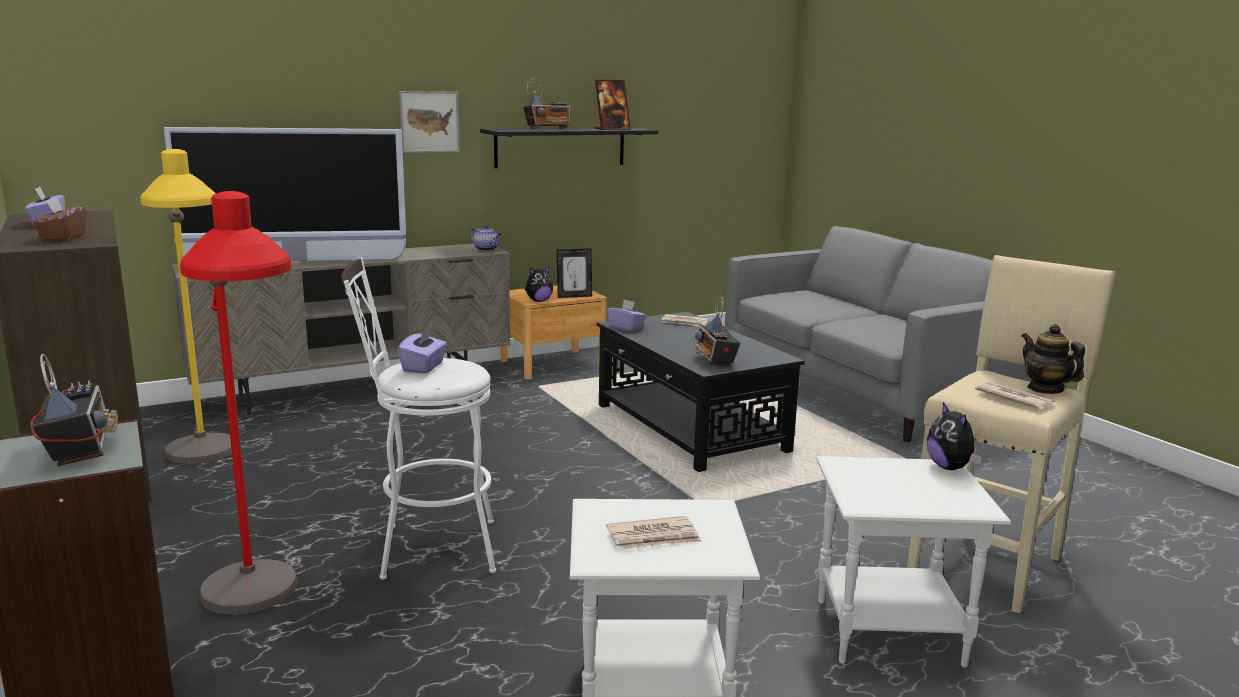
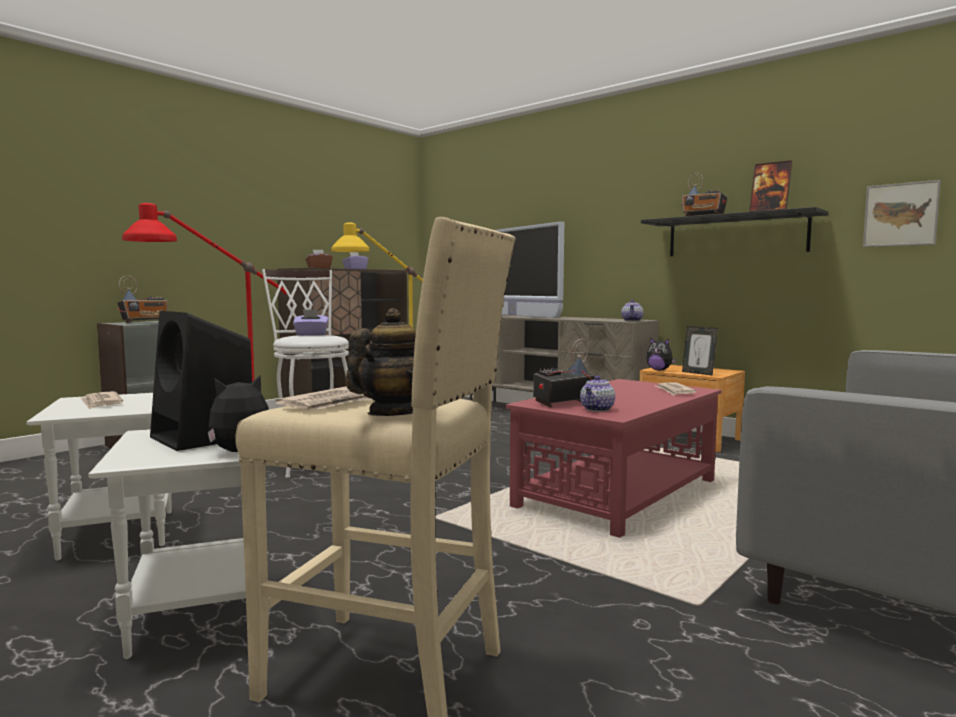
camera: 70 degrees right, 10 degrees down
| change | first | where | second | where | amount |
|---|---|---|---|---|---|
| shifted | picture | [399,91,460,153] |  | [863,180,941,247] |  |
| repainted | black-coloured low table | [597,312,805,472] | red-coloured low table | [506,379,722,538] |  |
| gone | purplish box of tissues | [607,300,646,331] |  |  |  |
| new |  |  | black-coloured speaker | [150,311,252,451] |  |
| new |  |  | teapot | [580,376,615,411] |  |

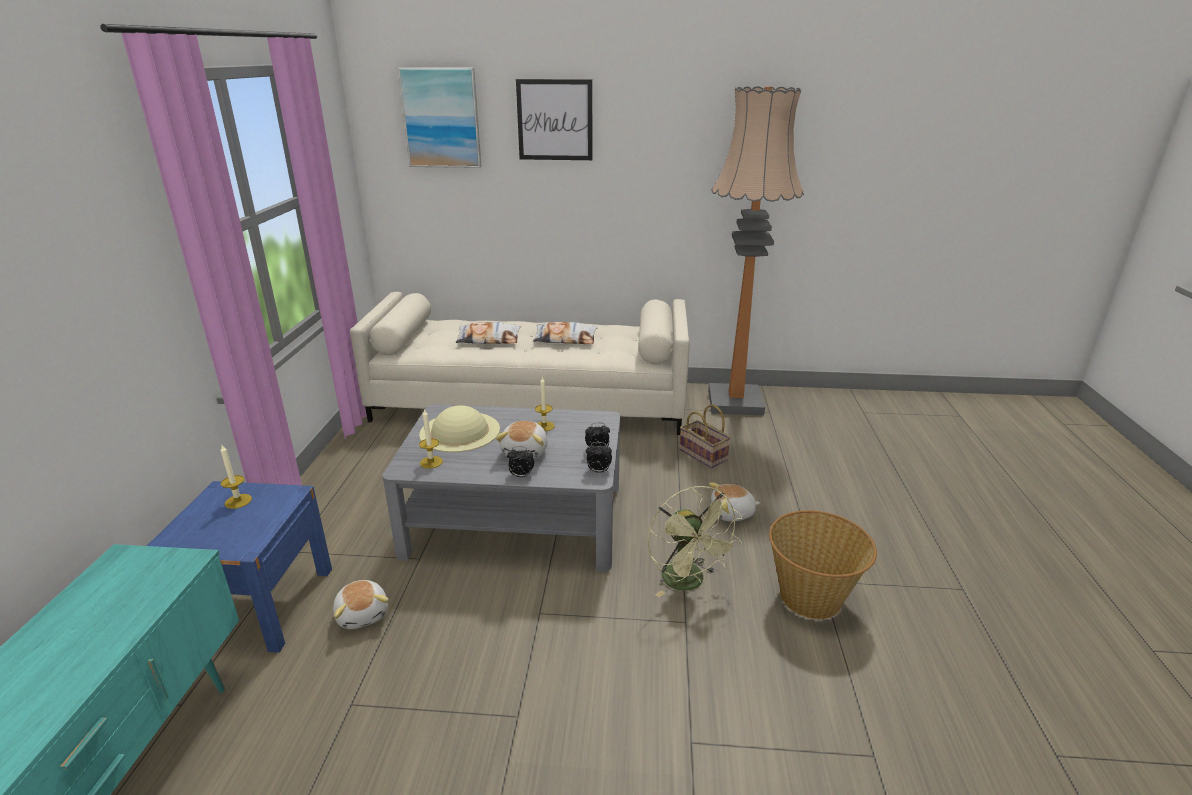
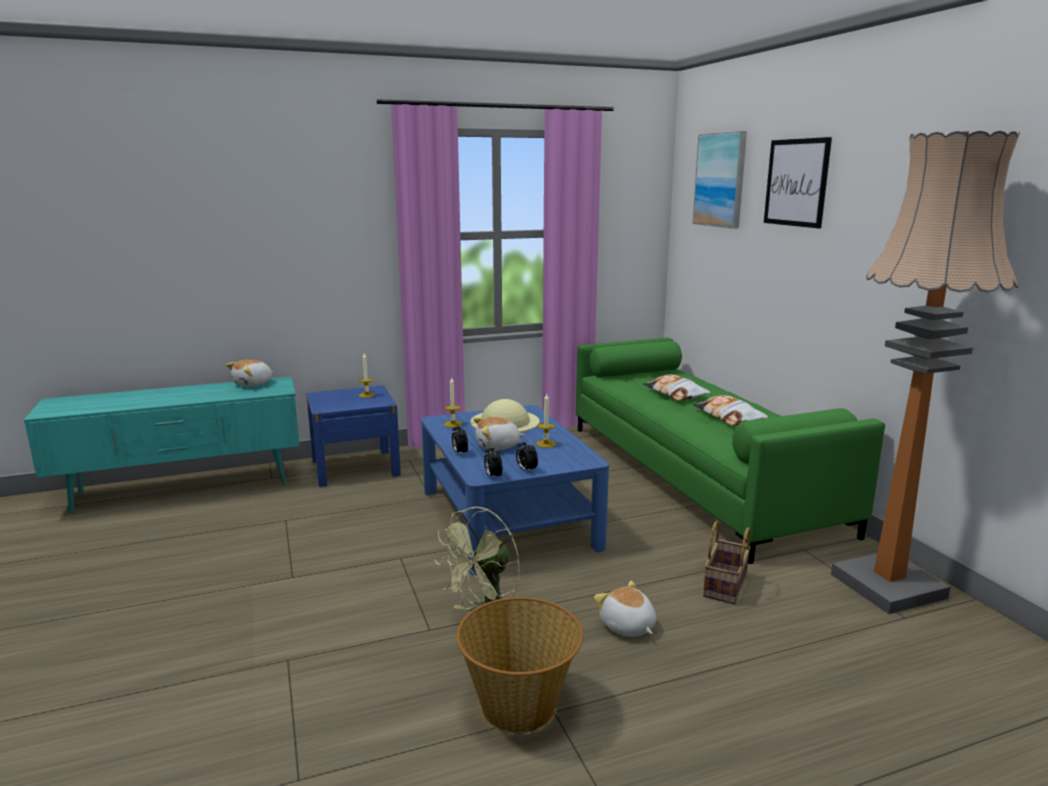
camera: 65 degrees right, 10 degrees down
| change | first | where | second | where | amount |
|---|---|---|---|---|---|
| shifted | soft toy | [333,580,389,629] |  | [226,359,274,387] |  |
| repainted | sand-coloured settee | [350,292,690,435] | green-coloured settee | [576,337,885,564] |  |
| repainted | grey low table | [382,404,620,572] | bluish low table | [421,405,609,575] |  |

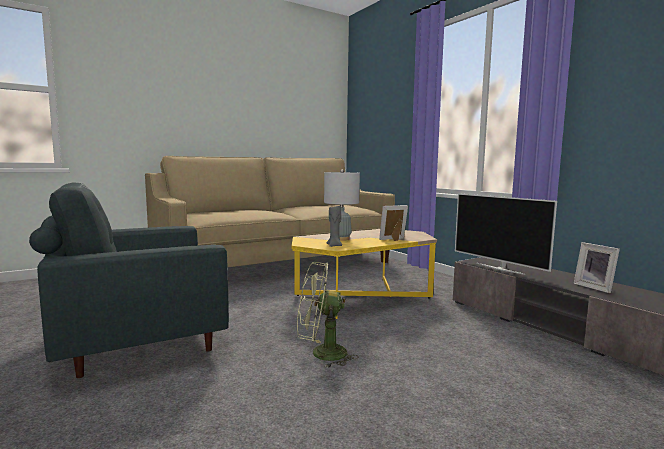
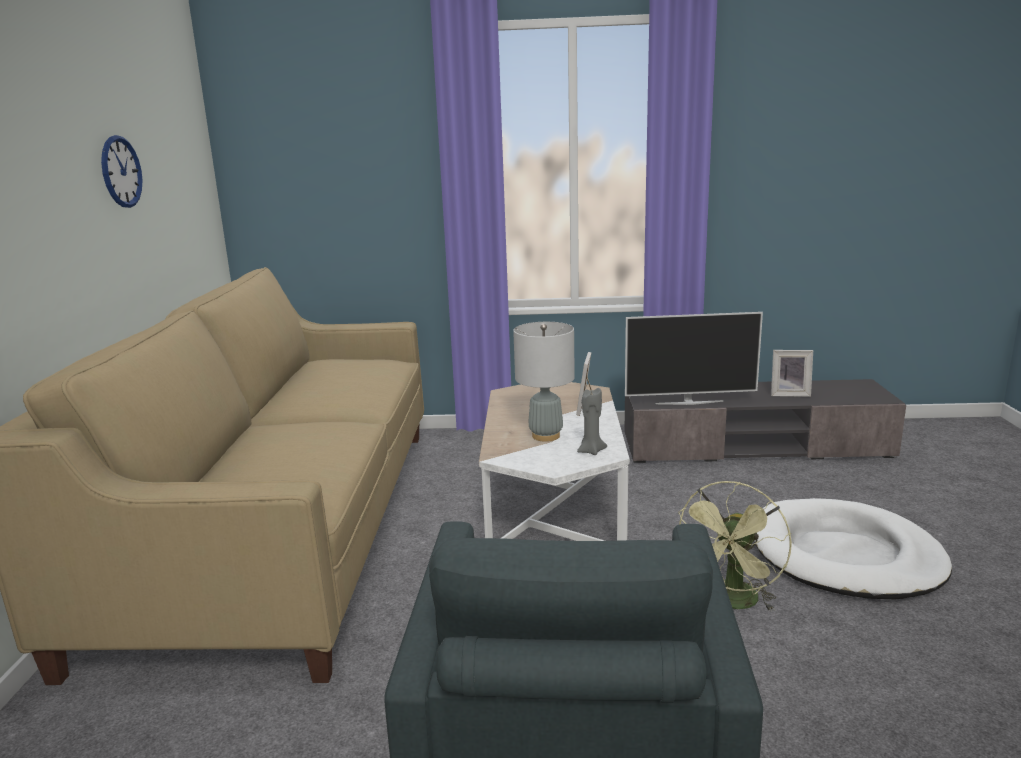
camera: 55 degrees left, 10 degrees up
| change | first | where | second | where | amount |
|---|---|---|---|---|---|
| repainted | yellowish low table | [291,229,437,319] | white-coloured low table | [479,382,630,541] |  |
| new |  |  | clock on the wall | [101,135,142,208] |  |
| new |  |  | white-coloured dog bed | [754,498,952,599] |  |

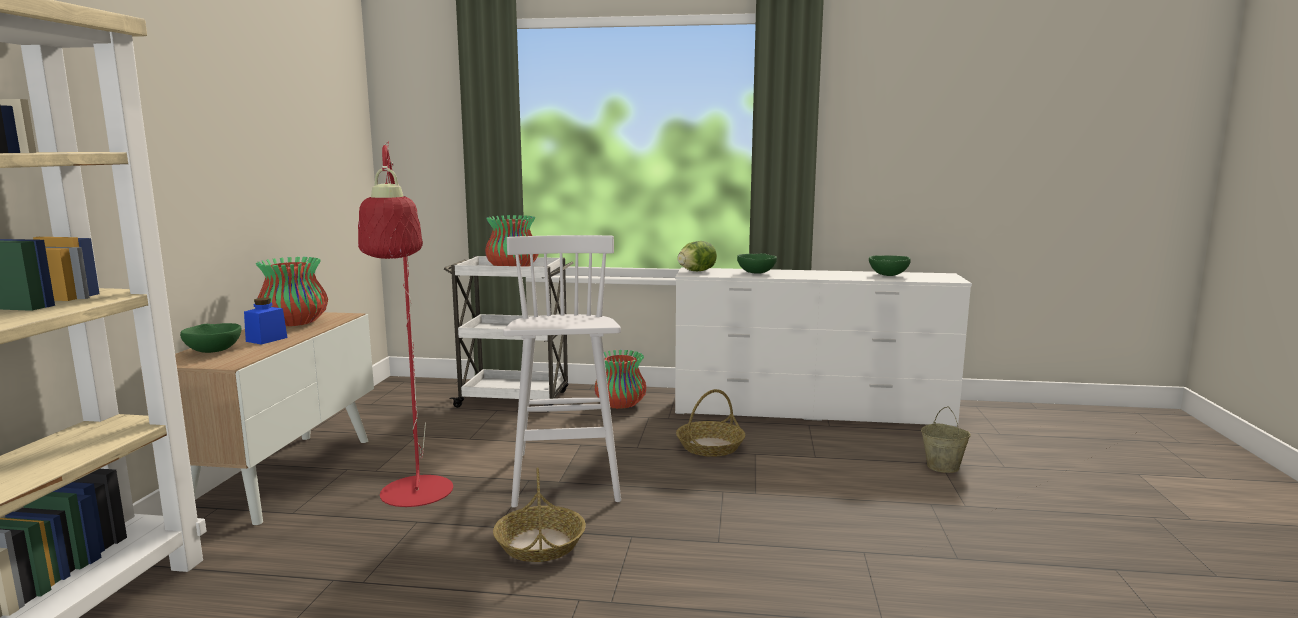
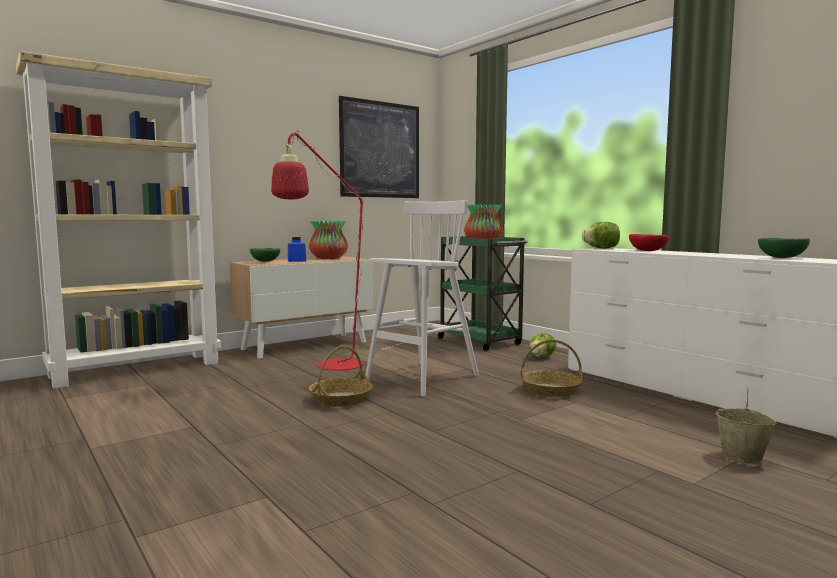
camera: 45 degrees right, 5 degrees down
| change | first | where | second | where | amount |
|---|---|---|---|---|---|
| repainted | white-coloured wheeled cart | [444,256,574,408] | green-coloured wheeled cart | [438,236,527,351] |  |
| swapped | vase | [595,350,646,409] | lettuce head | [529,333,556,358] |  |
| repainted | green-coloured deep dish | [737,253,777,274] | red-coloured deep dish | [629,234,669,251] |  |
| new |  |  | picture | [339,96,419,198] |  |

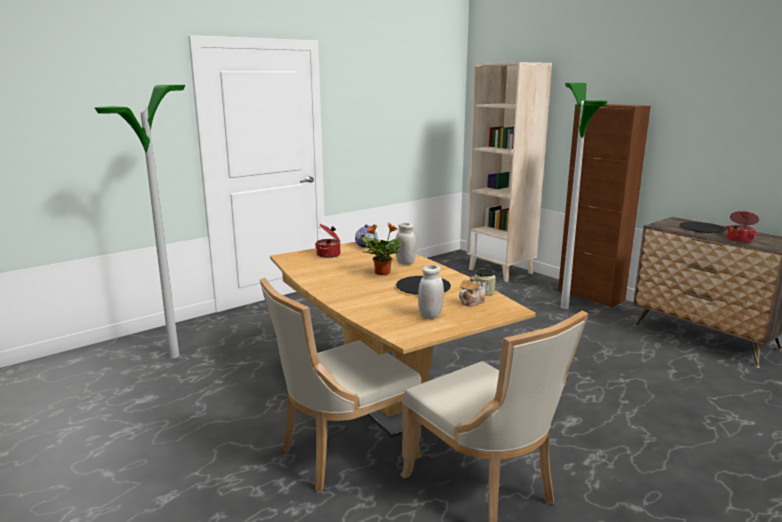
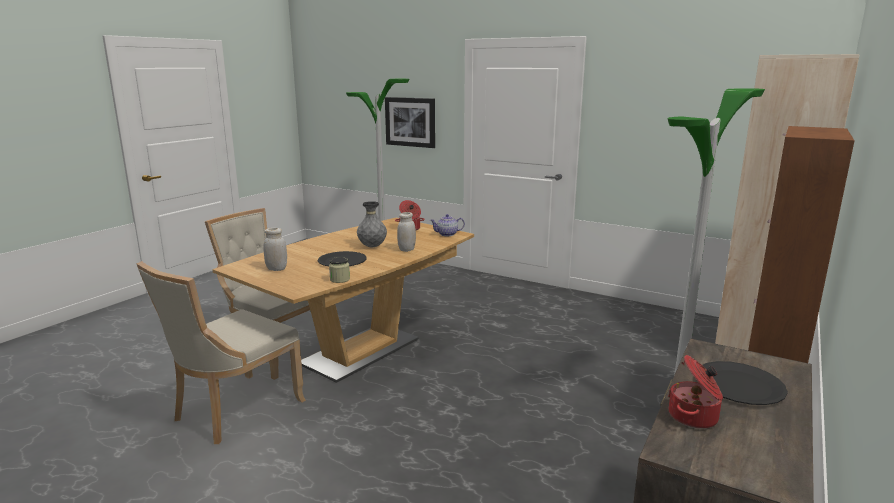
camera: 70 degrees right, 0 degrees up
| change | first | where | second | where | amount |
|---|---|---|---|---|---|
| swapped | potted plant | [362,223,404,275] | grey vase | [357,201,387,248] |  |
| gone | teapot | [459,276,486,307] |  |  |  |
| new |  |  | picture | [385,97,435,148] |  |

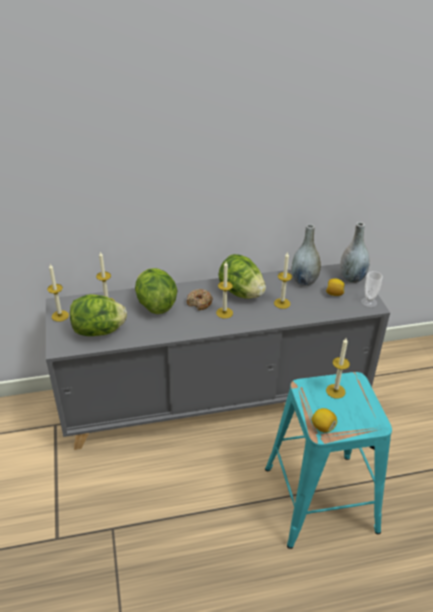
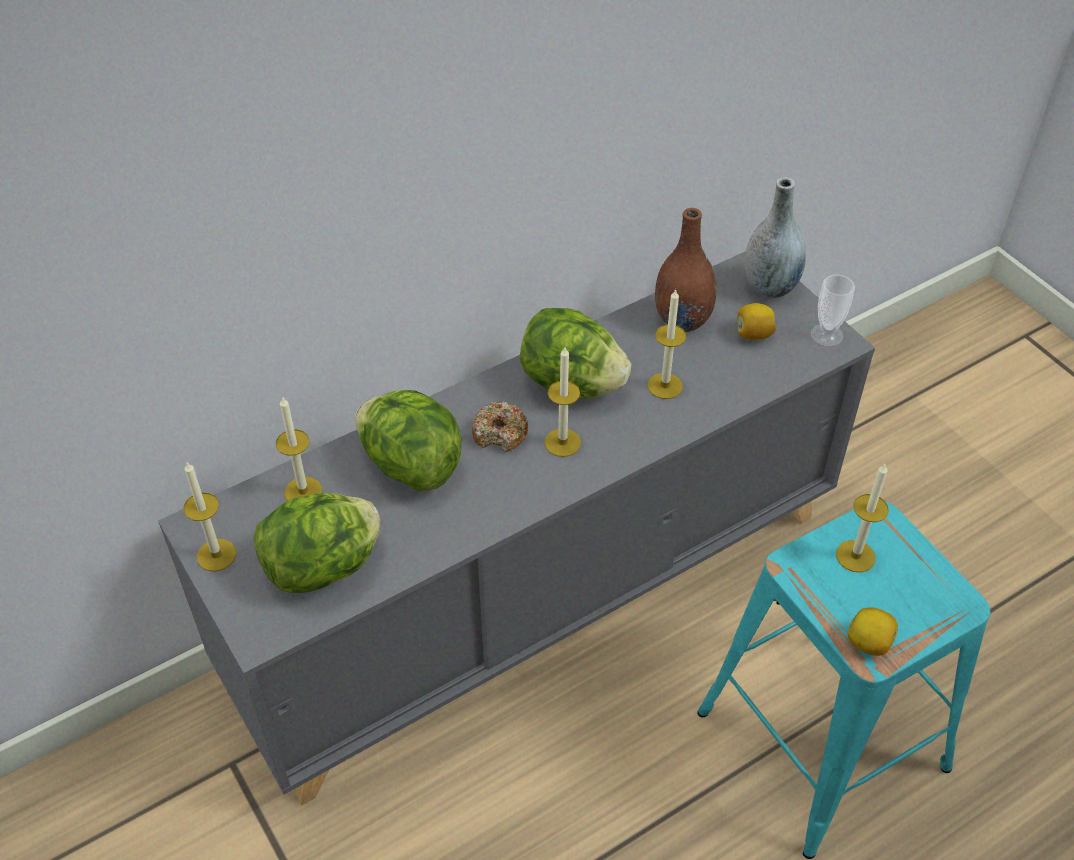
camera: 20 degrees left, 10 degrees up
| change | first | where | second | where | amount |
|---|---|---|---|---|---|
| repainted | grey vase | [292,224,321,286] | brown-coloured vase | [655,208,717,332] |  |

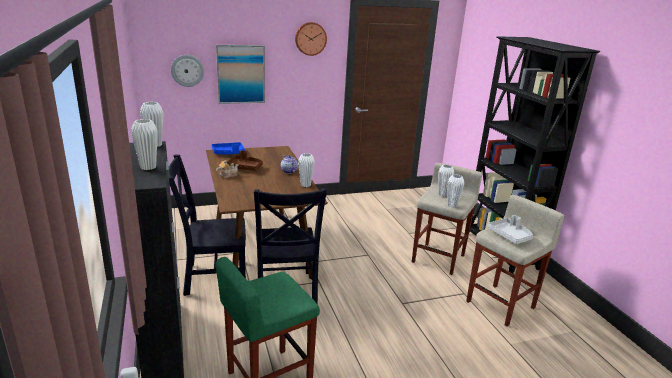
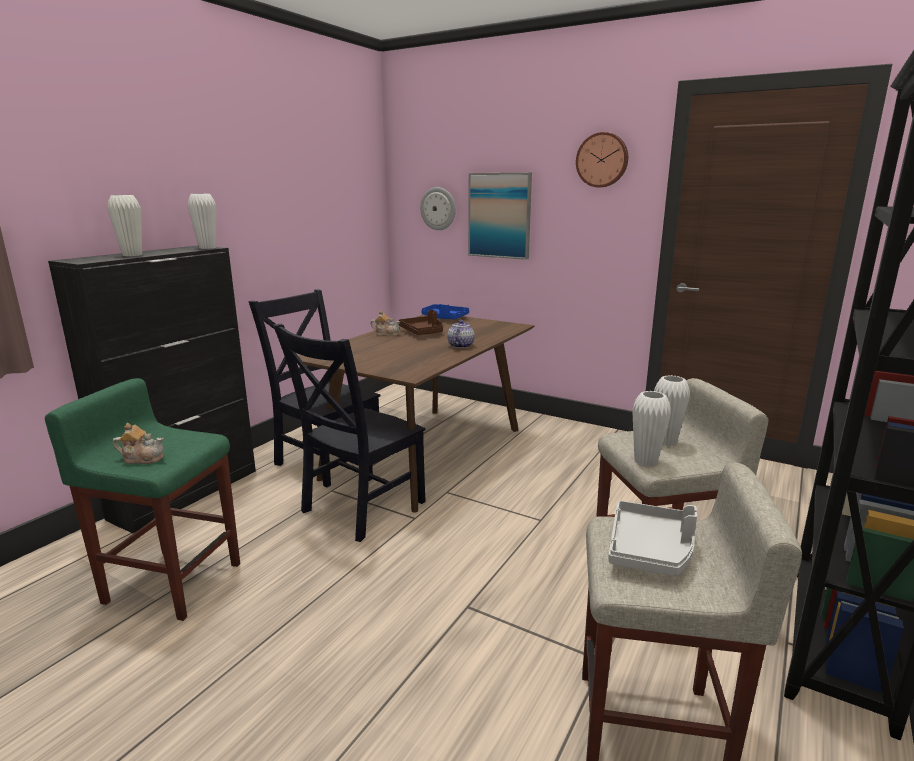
camera: 50 degrees right, 5 degrees down
| change | first | where | second | where | amount |
|---|---|---|---|---|---|
| gone | white-coloured vase | [298,153,315,187] |  |  |  |
| new |  |  | teapot | [113,423,163,464] |  |

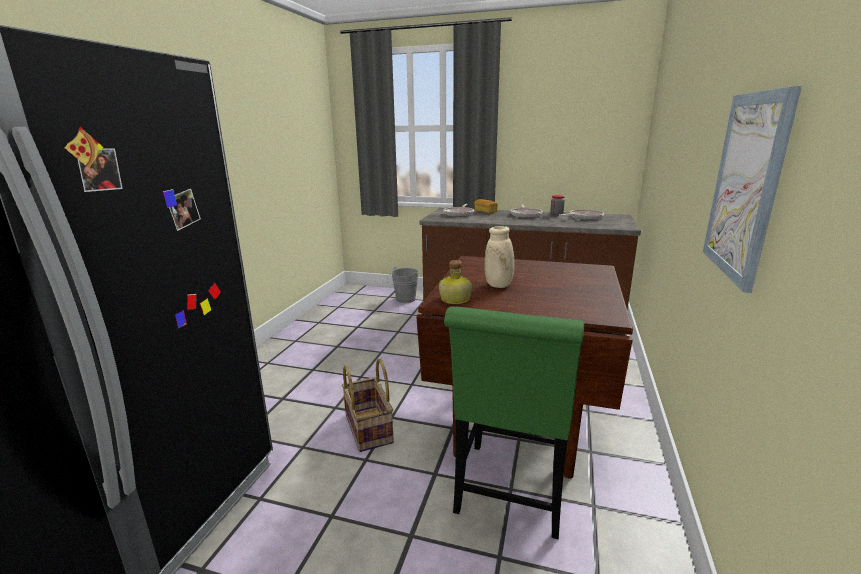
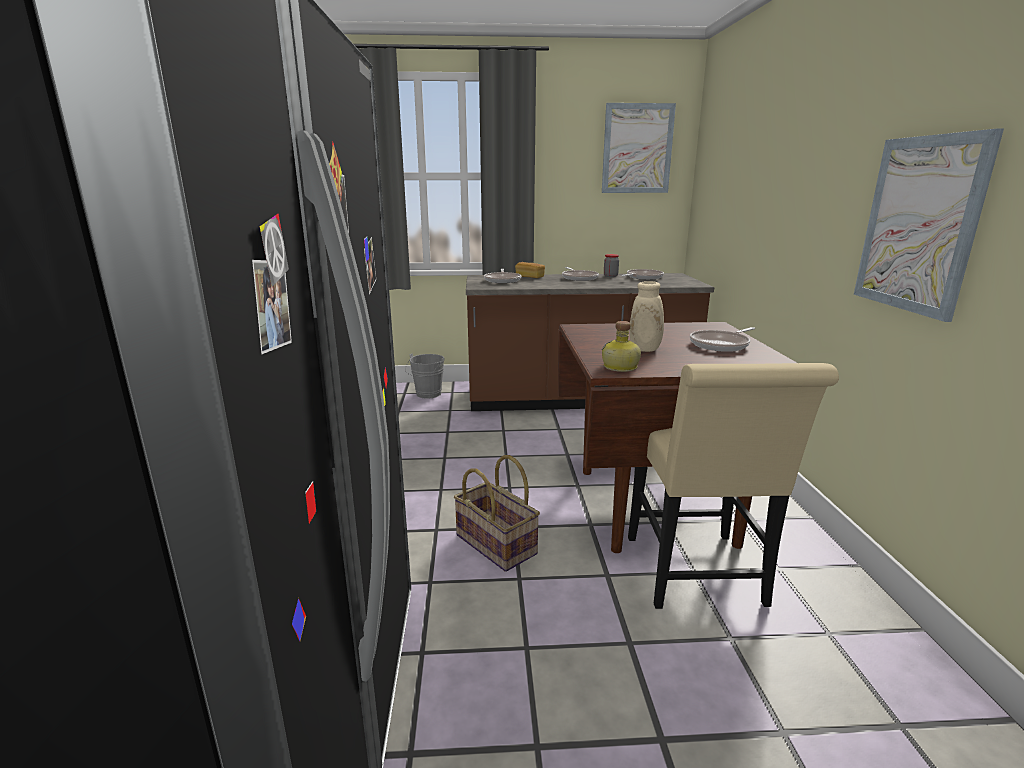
camera: 20 degrees left, 0 degrees up
| change | first | where | second | where | amount |
|---|---|---|---|---|---|
| repainted | green-coloured plain chair | [444,306,584,539] | sand-coloured plain chair | [628,363,839,609] |  |
| new |  |  | picture | [602,103,676,193] |  |
| new |  |  | frying pan | [690,327,755,352] |  |

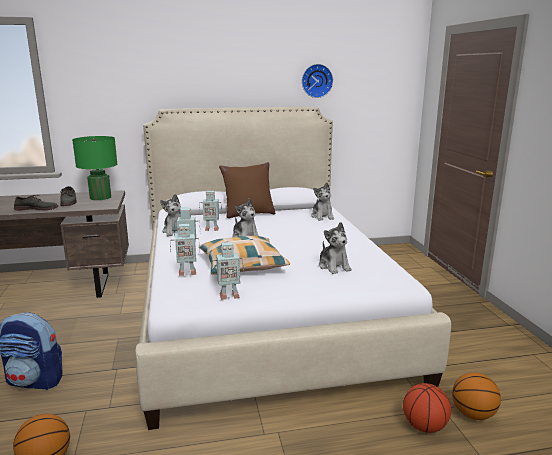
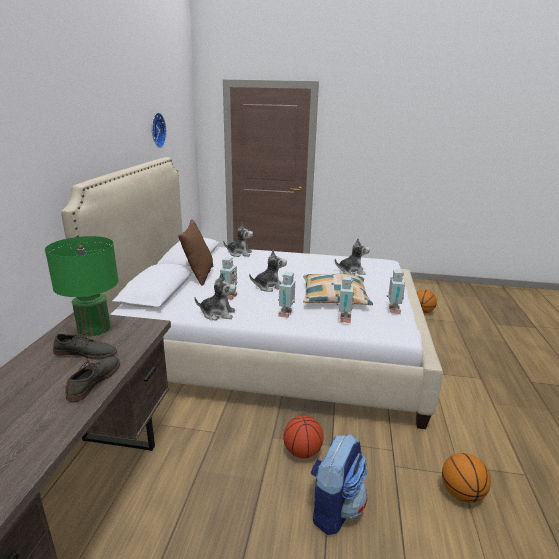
camera: 70 degrees left, 5 degrees up
| change | first | where | second | where | amount |
|---|---|---|---|---|---|
| shifted | basketball ball | [403,383,451,433] |  | [283,415,323,458] |  |

